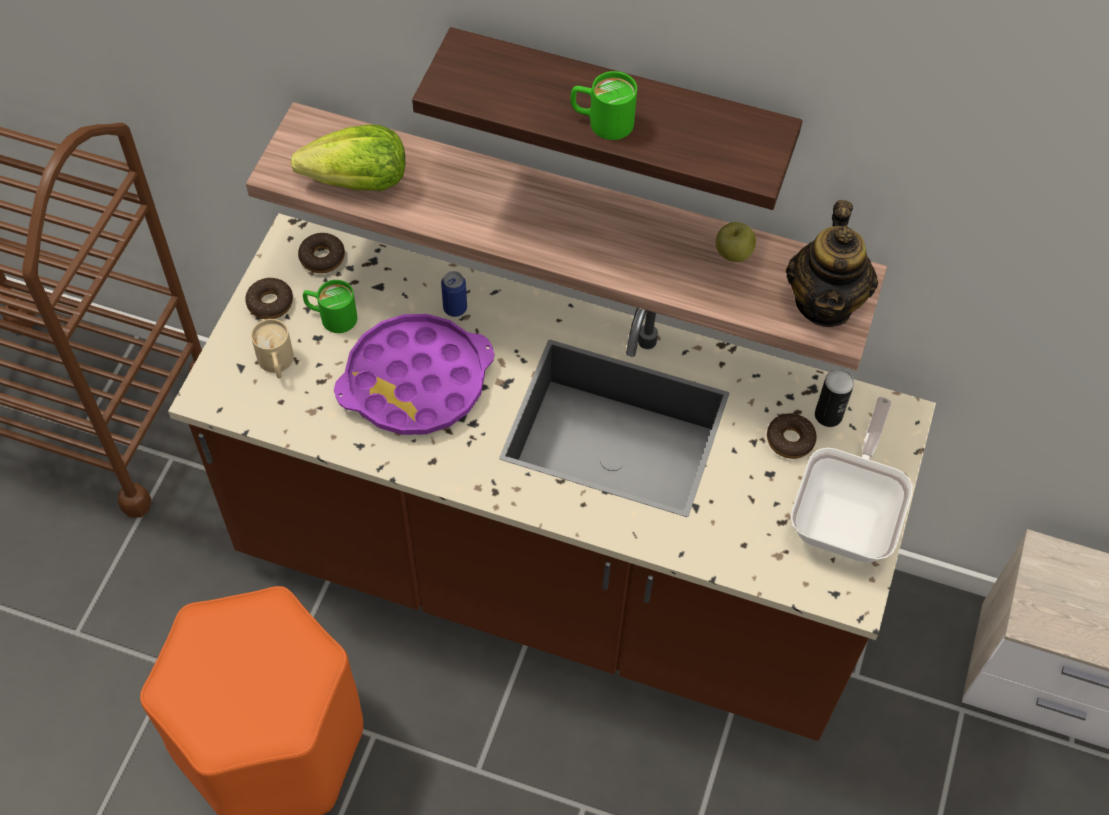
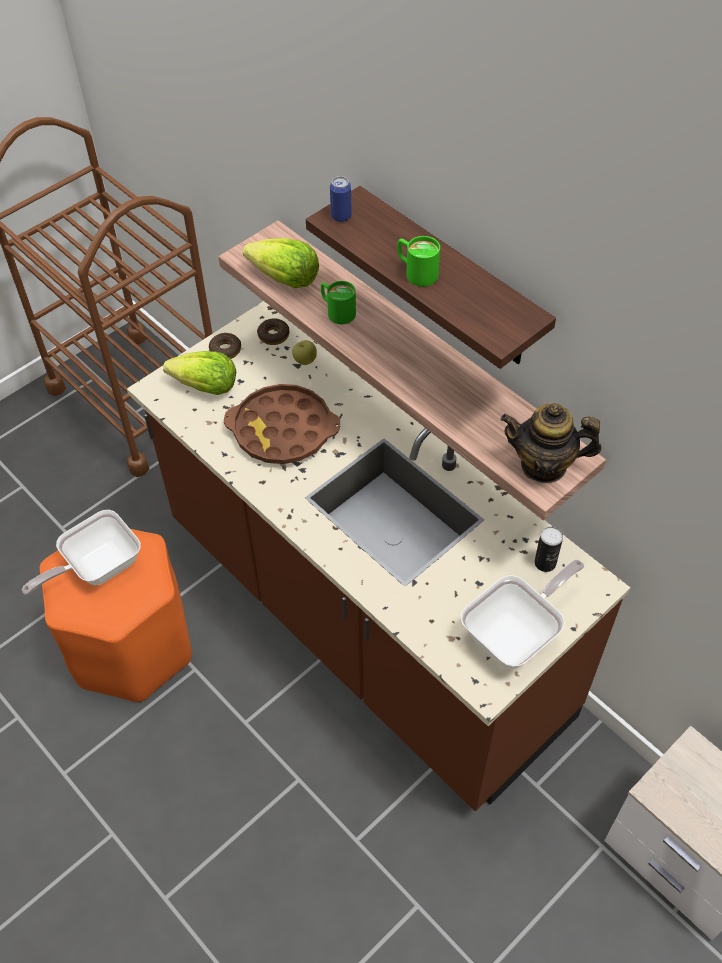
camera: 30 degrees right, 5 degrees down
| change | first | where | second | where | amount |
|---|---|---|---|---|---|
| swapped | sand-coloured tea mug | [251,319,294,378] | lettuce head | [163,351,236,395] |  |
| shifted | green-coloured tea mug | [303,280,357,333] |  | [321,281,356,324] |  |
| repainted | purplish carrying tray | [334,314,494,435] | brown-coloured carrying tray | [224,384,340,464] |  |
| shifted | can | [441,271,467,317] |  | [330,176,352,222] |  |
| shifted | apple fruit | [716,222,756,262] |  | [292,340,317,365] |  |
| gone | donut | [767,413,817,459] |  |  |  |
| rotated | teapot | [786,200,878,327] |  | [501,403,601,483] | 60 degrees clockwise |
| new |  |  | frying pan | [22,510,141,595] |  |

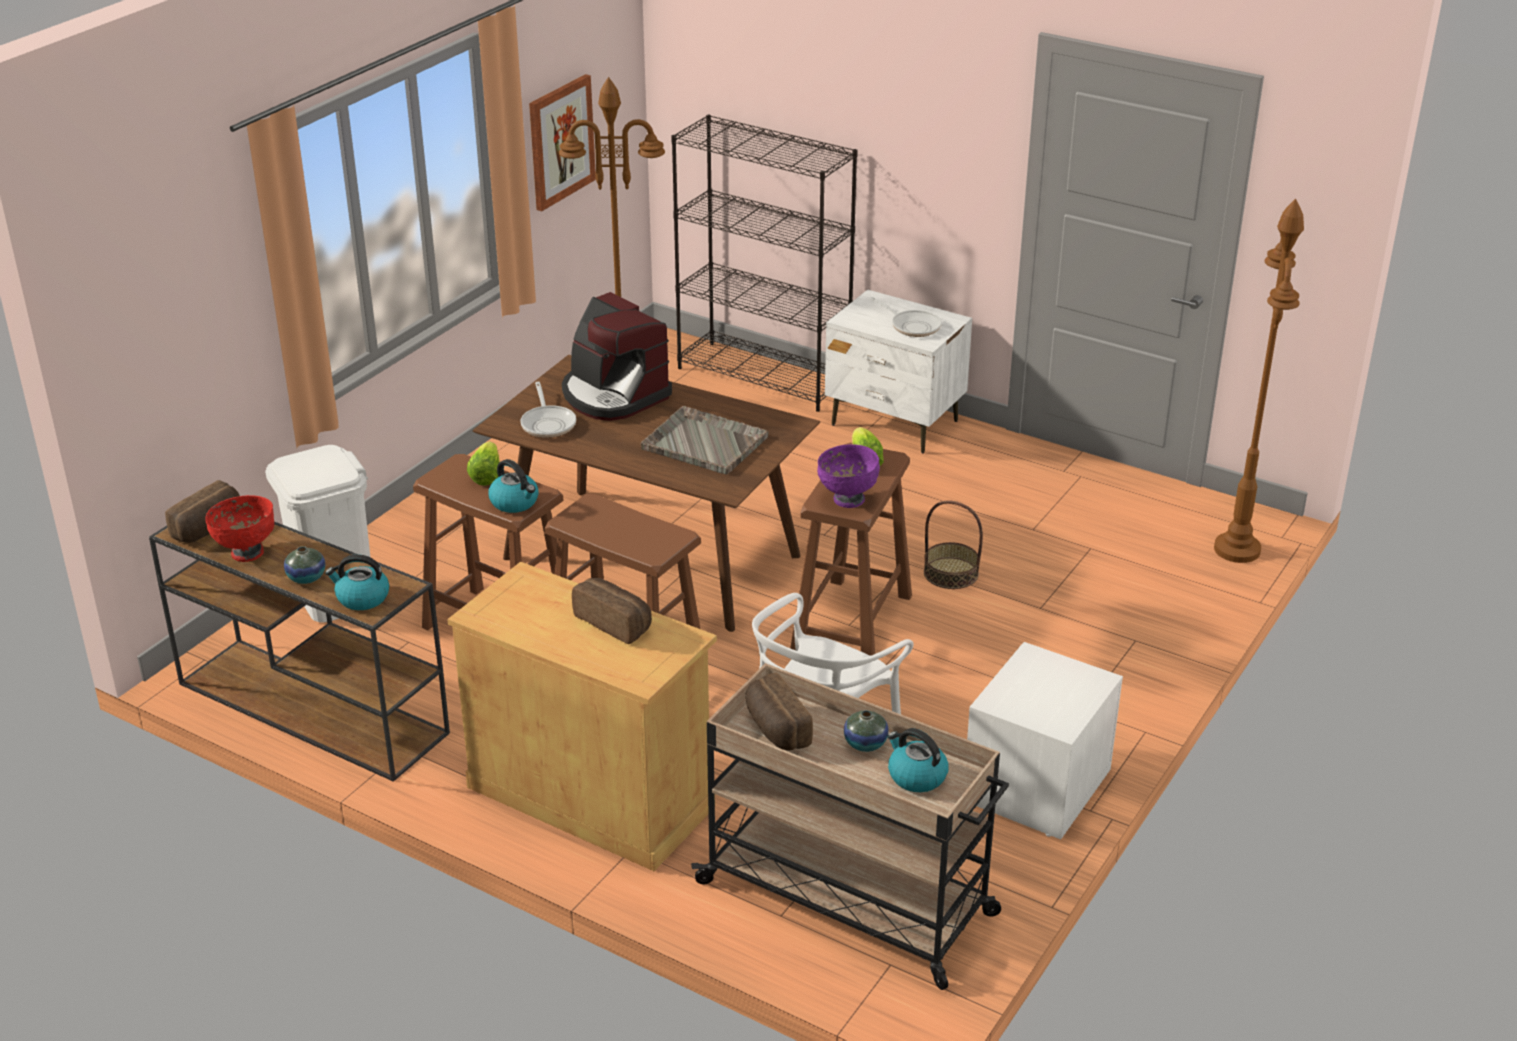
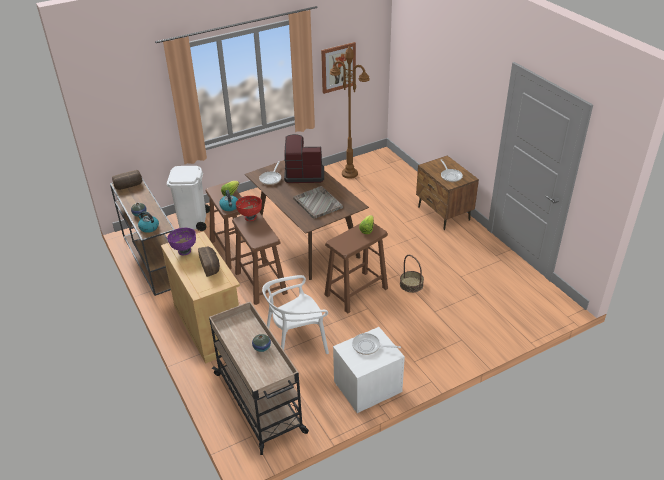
camera: 30 degrees right, 5 degrees up
| change | first | where | second | where | amount |
|---|---|---|---|---|---|
| shifted | red-coloured deep dish | [205,495,274,562] |  | [236,196,262,221] |  |
| rotated | coffee maker | [562,292,672,421] |  | [284,134,324,183] | 105 degrees clockwise |
| gone | black-coloured bookcase | [671,114,858,412] |  |  |  |
| gone | bakery bread | [745,673,813,751] |  |  |  |
| shifted | purplish deep dish | [817,444,880,508] |  | [167,228,196,255] |  |
| repainted | white-coloured bedside table | [825,290,972,454] | brown-coloured bedside table | [416,156,479,230] |  |
| gone | water kettle | [888,728,948,792] |  |  |  |
| gone | brown-coloured standard lamp | [1214,199,1304,563] |  |  |  |
| new |  |  | frying pan | [352,333,401,355] |  |

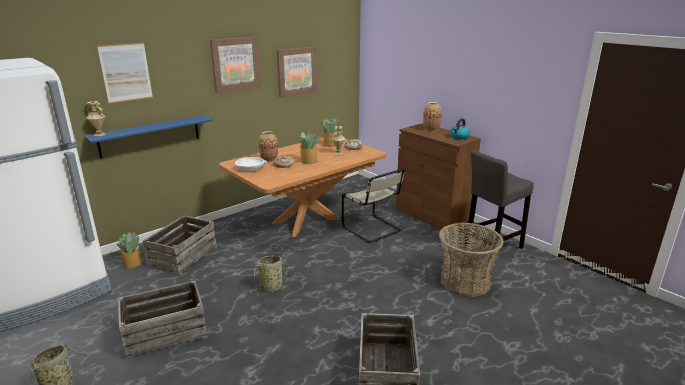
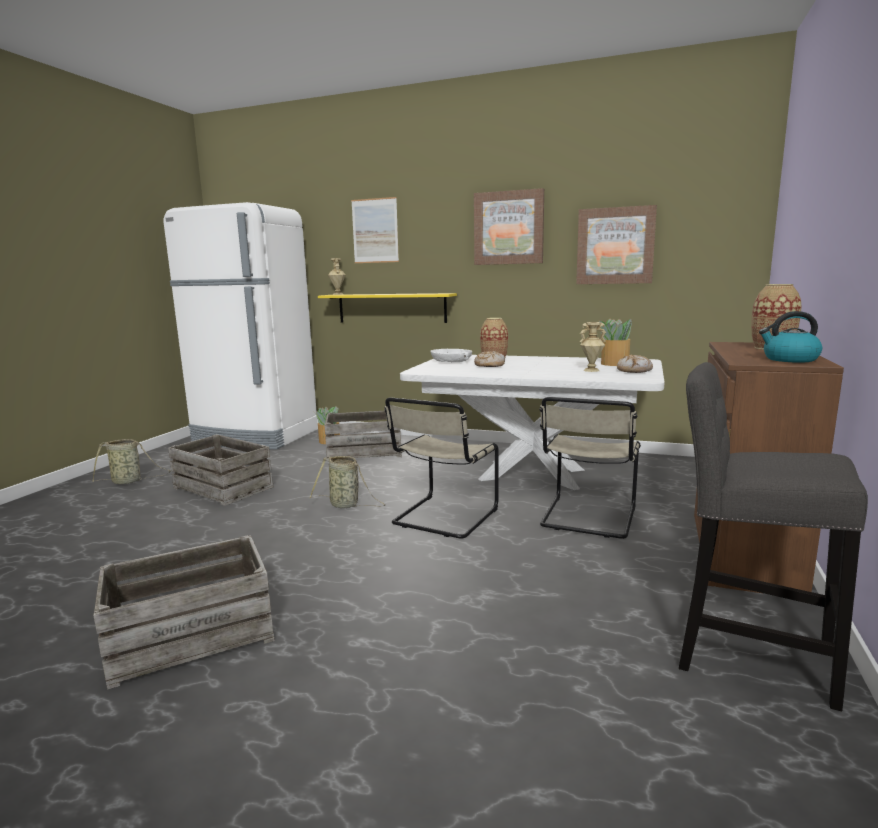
camera: 60 degrees right, 10 degrees down
| change | first | where | second | where | amount |
|---|---|---|---|---|---|
| repainted | bluish shelf | [84,115,213,159] | yellowish shelf | [318,293,457,323] |  |
| repainted | brown-coloured dining table | [219,138,386,237] | white-coloured dining table | [400,355,665,490] |  |
| gone | potted plant | [298,132,319,164] |  |  |  |
| gone | basket | [439,223,504,297] |  |  |  |
| new |  |  | sand-coloured plain chair | [384,398,499,539] |  |

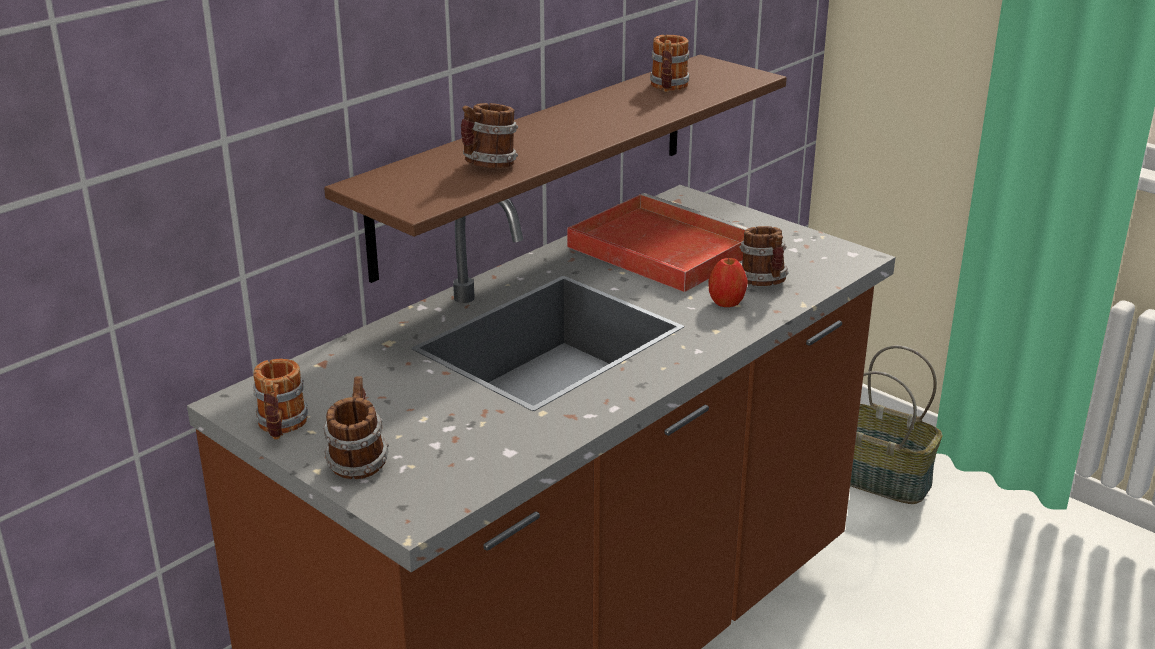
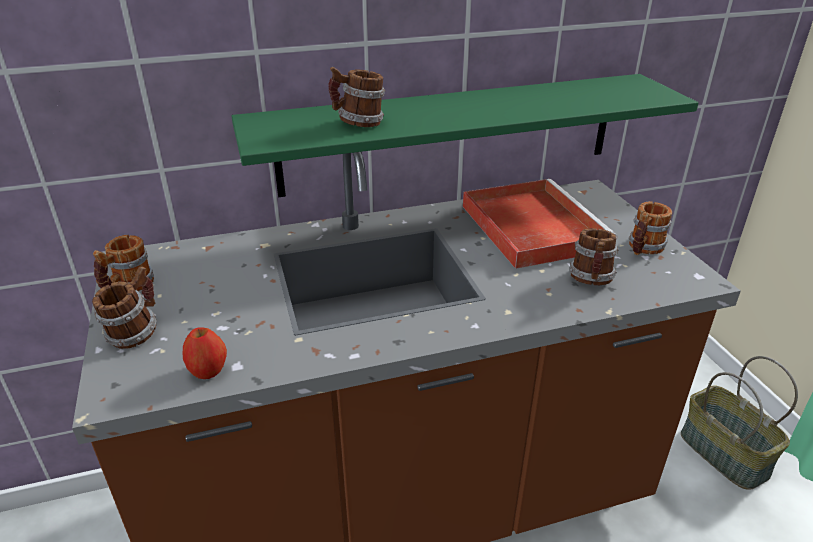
camera: 30 degrees right, 5 degrees up
| change | first | where | second | where | amount |
|---|---|---|---|---|---|
| repainted | brown-coloured shelf | [324,55,787,283] | green-coloured shelf | [231,74,699,197] |  |
| shifted | tea mug | [650,35,689,92] |  | [629,201,672,255] |  |
| shifted | apple fruit | [708,258,747,307] |  | [183,327,227,379] |  |

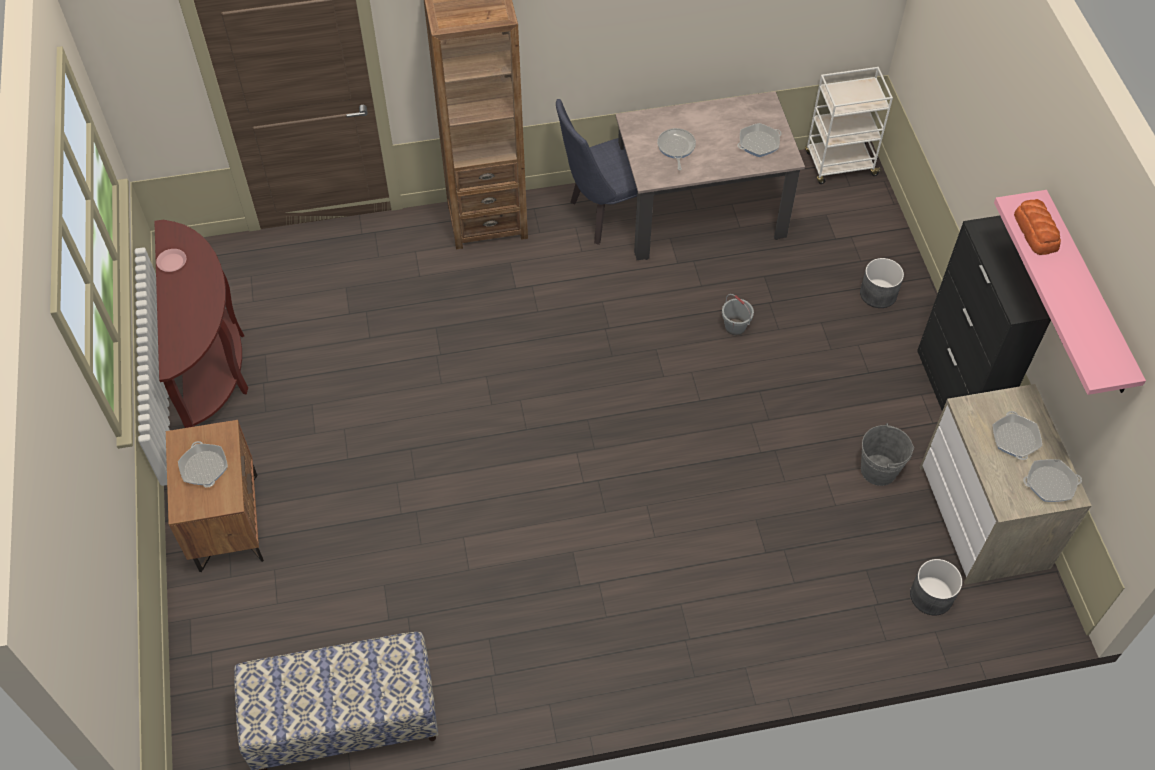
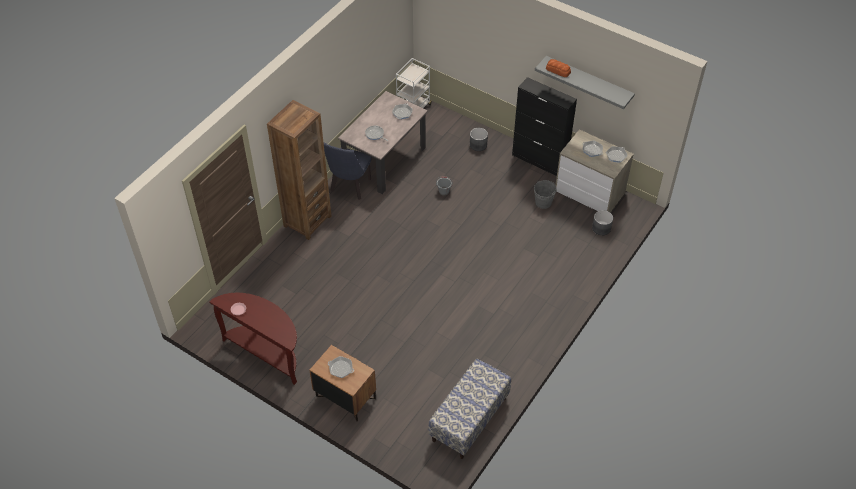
camera: 45 degrees left, 5 degrees down
| change | first | where | second | where | amount |
|---|---|---|---|---|---|
| repainted | pink-coloured shelf | [994,190,1146,395] | grey shelf | [535,56,635,109] |  |

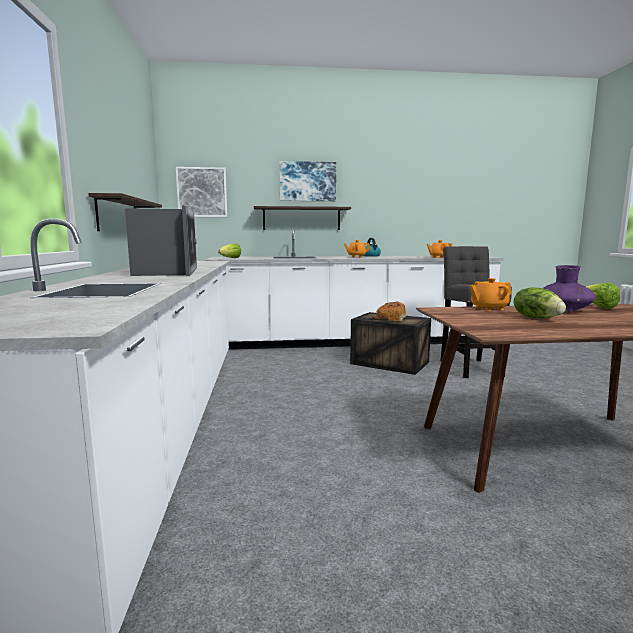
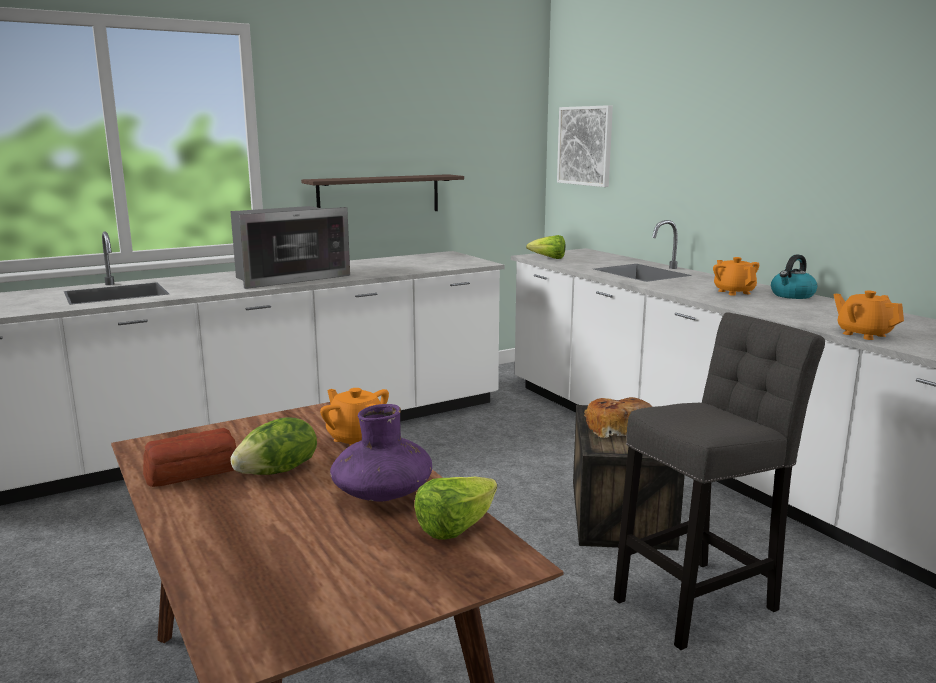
camera: 65 degrees right, 5 degrees up
| change | first | where | second | where | amount |
|---|---|---|---|---|---|
| gone | shelf | [254,206,351,230] |  |  |  |
| gone | picture | [279,161,336,201] |  |  |  |
| new |  |  | bakery bread | [143,428,237,487] |  |

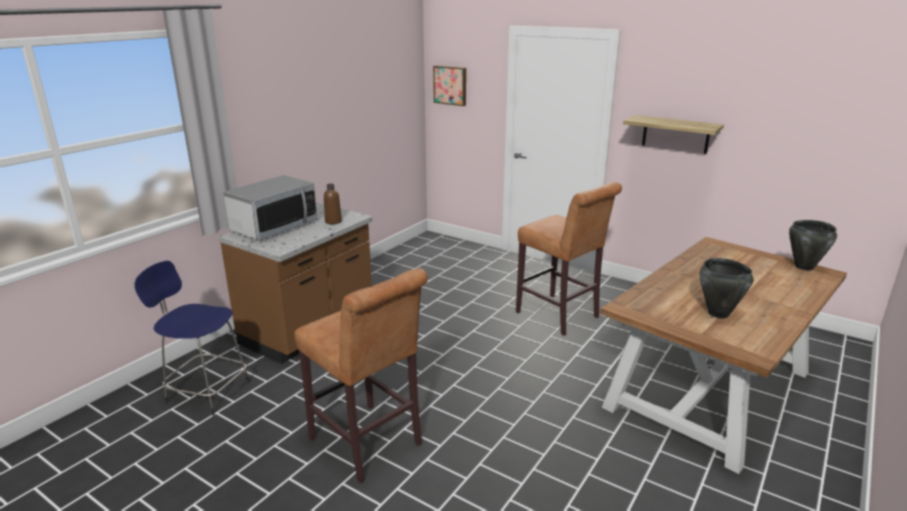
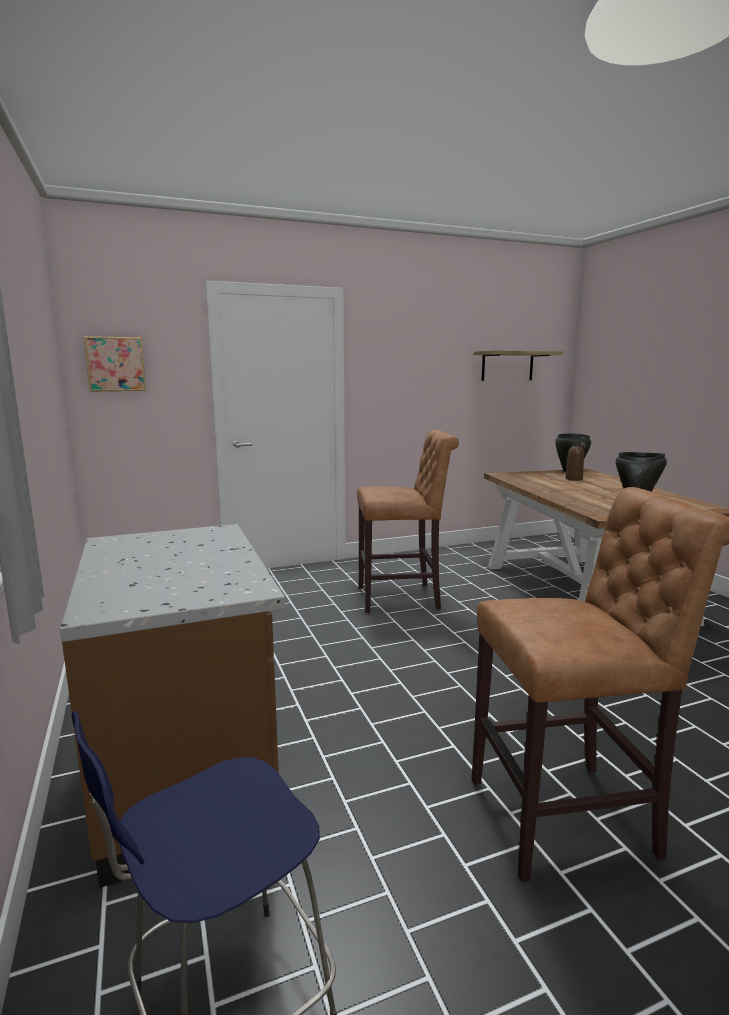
camera: 55 degrees left, 10 degrees down
| change | first | where | second | where | amount |
|---|---|---|---|---|---|
| gone | kitchen microwave | [223,175,318,241] |  |  |  |
| shifted | brown-coloured drink bottle | [324,184,342,224] |  | [565,441,584,481] |  |
| shifted | shelf | [623,115,724,154] |  | [474,350,563,381] |  |

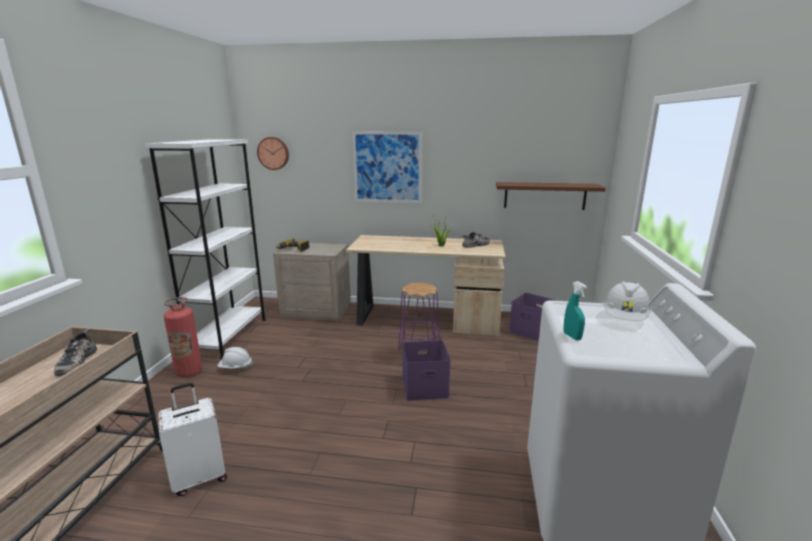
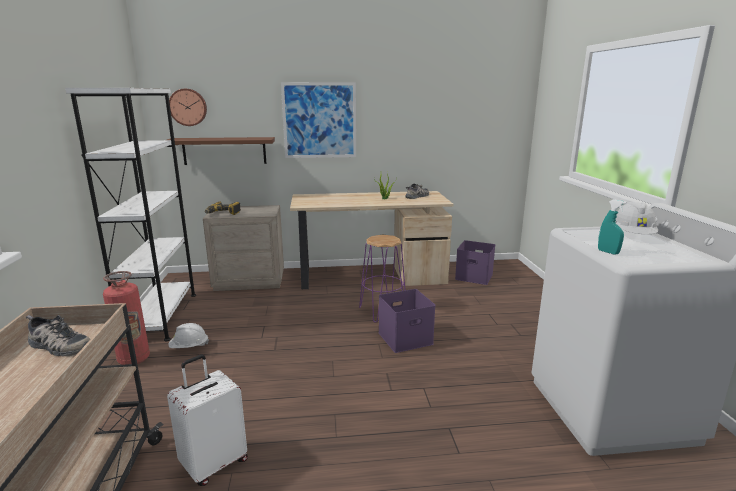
camera: 15 degrees left, 0 degrees up
| change | first | where | second | where | amount |
|---|---|---|---|---|---|
| rotated | item of footwear | [54,329,97,377] |  | [26,315,90,356] | 45 degrees counterclockwise |
| shifted | brown-coloured shelf | [496,182,606,210] |  | [167,137,275,165] |  |

